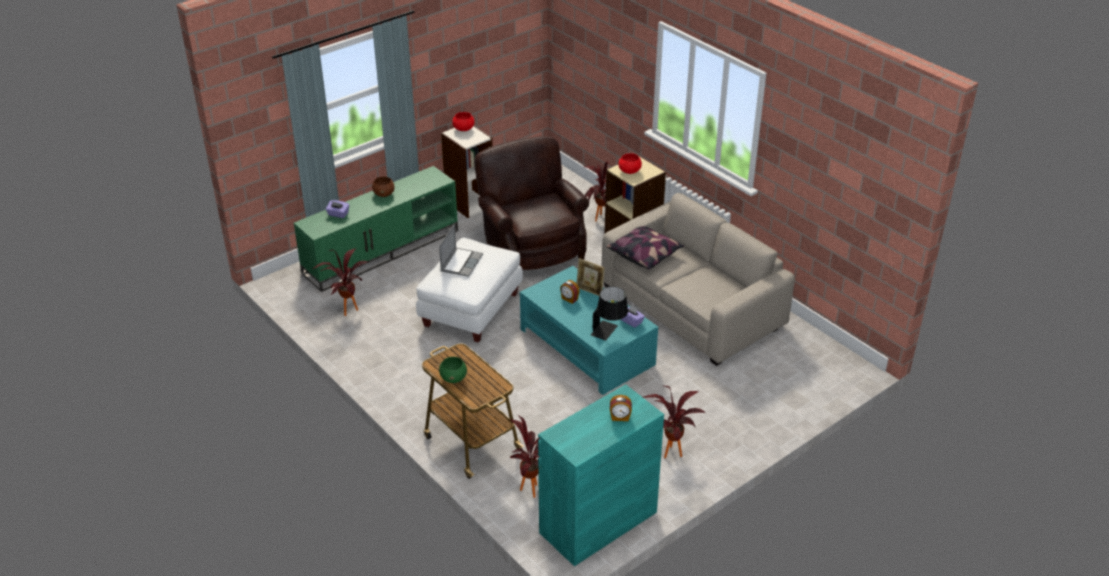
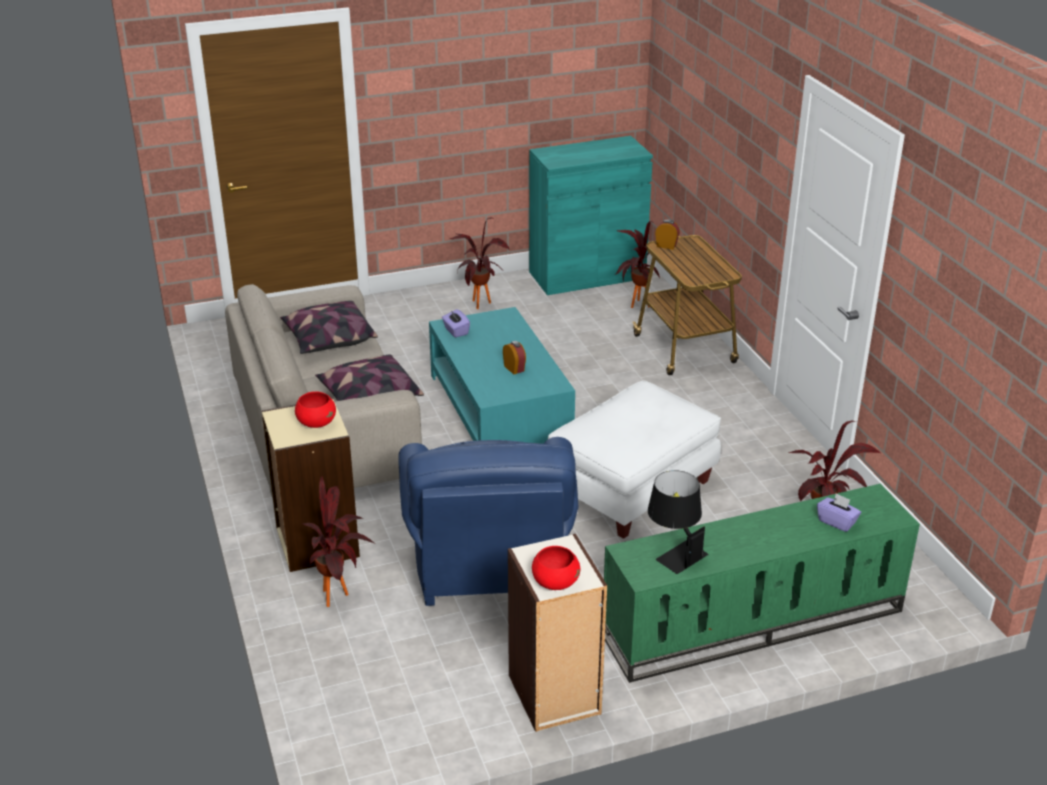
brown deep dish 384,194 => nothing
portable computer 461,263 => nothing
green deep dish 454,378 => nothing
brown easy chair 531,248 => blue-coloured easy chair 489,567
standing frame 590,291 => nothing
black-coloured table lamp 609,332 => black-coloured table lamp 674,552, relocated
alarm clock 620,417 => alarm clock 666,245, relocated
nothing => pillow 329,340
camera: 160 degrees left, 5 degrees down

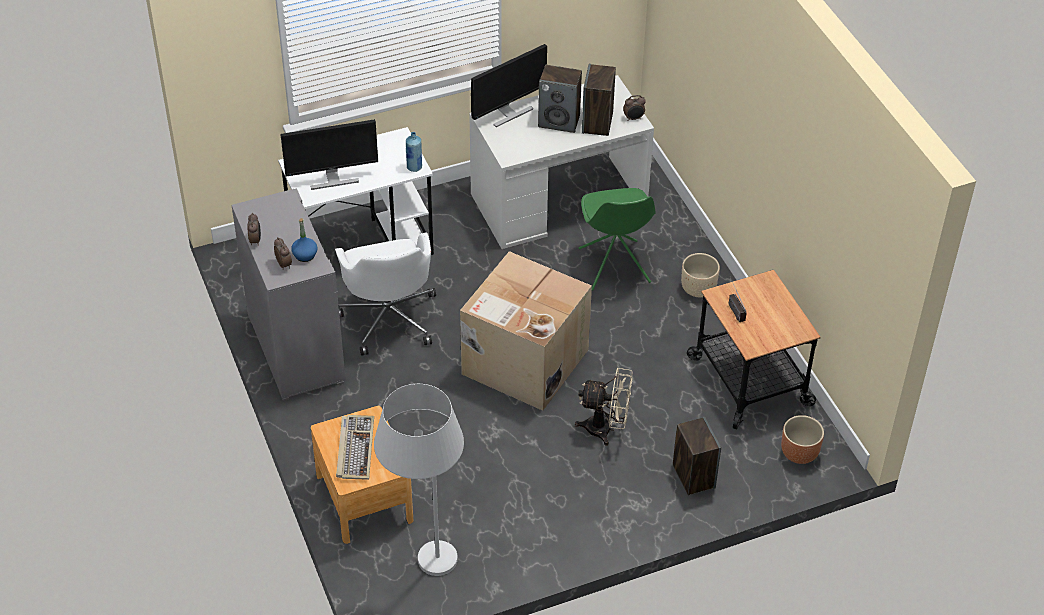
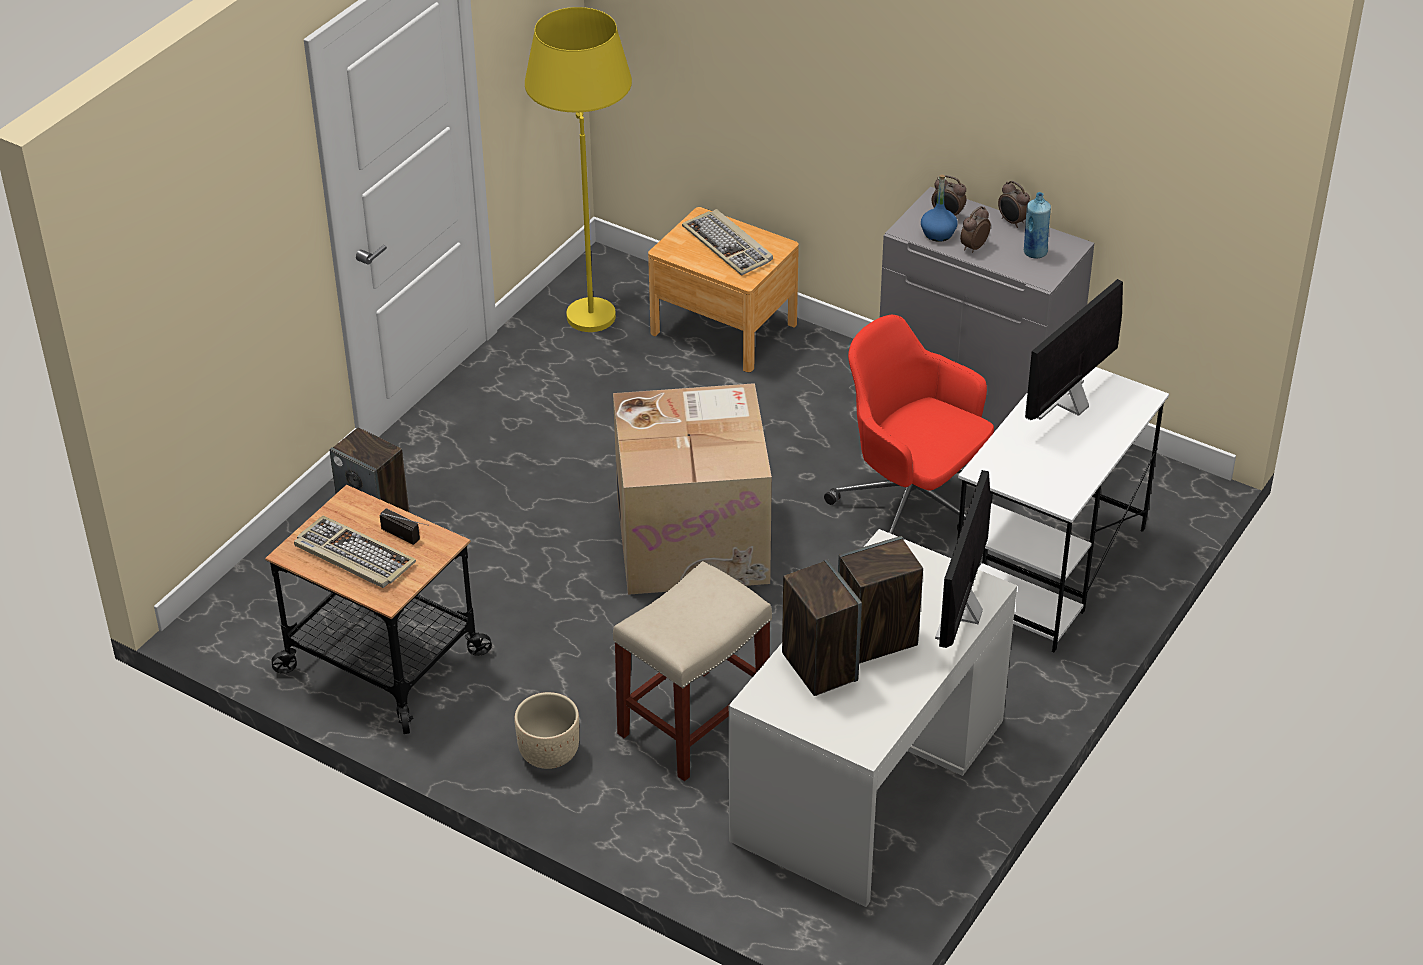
white office chair 389,317 => reddish office chair 911,505
white standard lamp 426,575 => yellow-coloured standard lamp 588,300
blue-coloured drink bottle 414,167 => blue-coloured drink bottle 1034,252, relocated
beige-coloured fan 605,429 => nothing
green chair 614,267 => beige-coloured sitting stool 694,722
alarm clock 633,118 => alarm clock 973,247, relocated
brown planter 799,452 => nothing
nothing => computer keyboard 352,556
camera: 145 degrees right, 5 degrees down

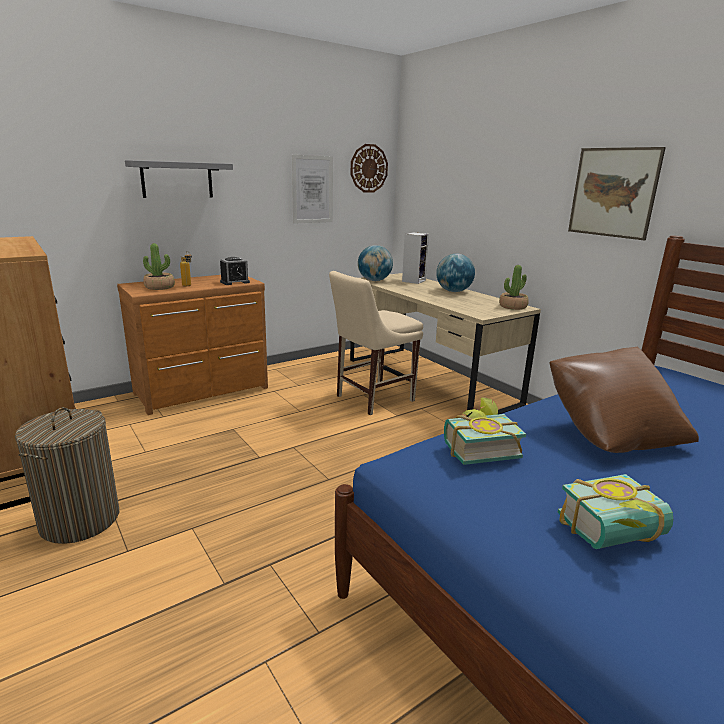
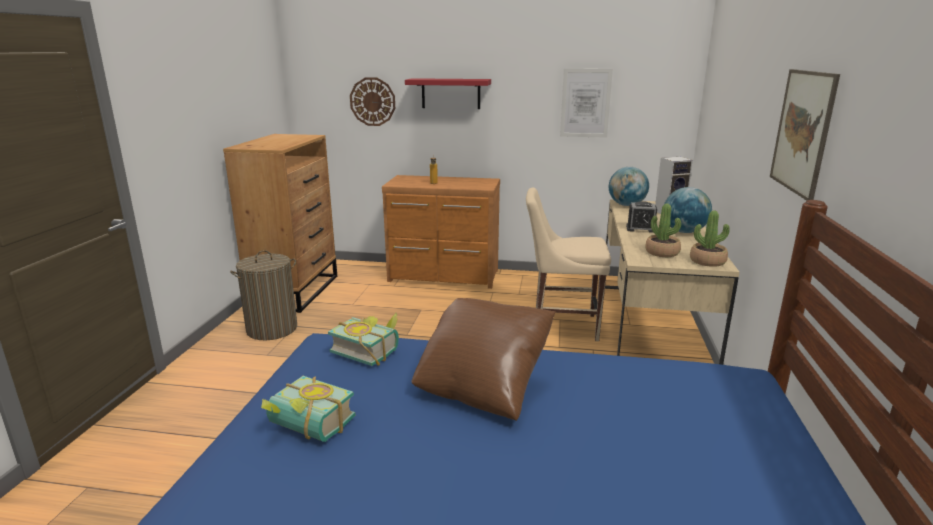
greyish wall shelf 177,180 => reddish wall shelf 451,93
potted plant 159,287 => potted plant 662,252, relocated
alarm clock 235,282 => alarm clock 640,229, relocated
clock on the wall 368,168 => clock on the wall 372,101, relocated
camera: 45 degrees right, 0 degrees up

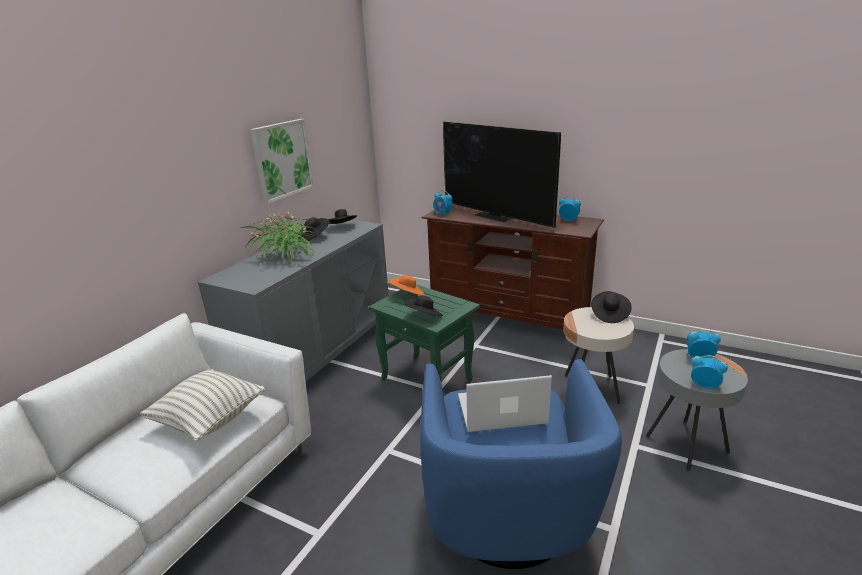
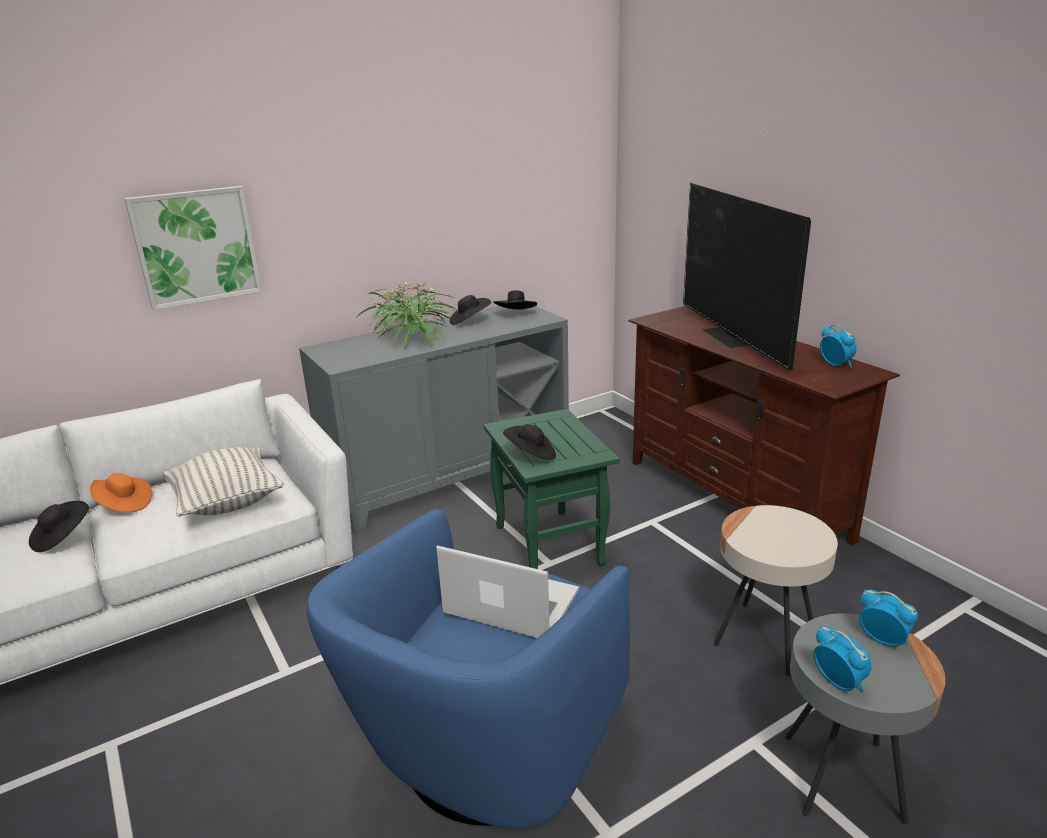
wall picture 282,160 => wall picture 196,247, relocated
orange wearable hat 408,295 => orange wearable hat 124,504, relocated
alarm clock 442,214 => nothing
black-coloured wearable hat 609,315 => black-coloured wearable hat 62,538, relocated
camera: 30 degrees right, 0 degrees up

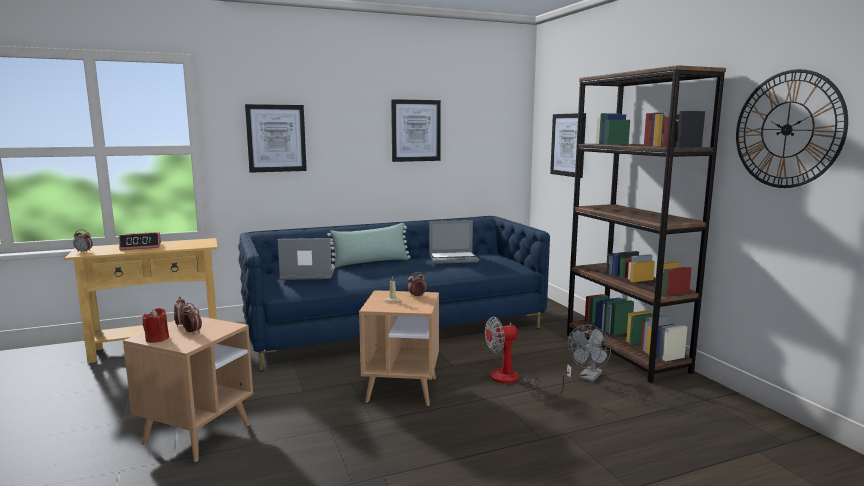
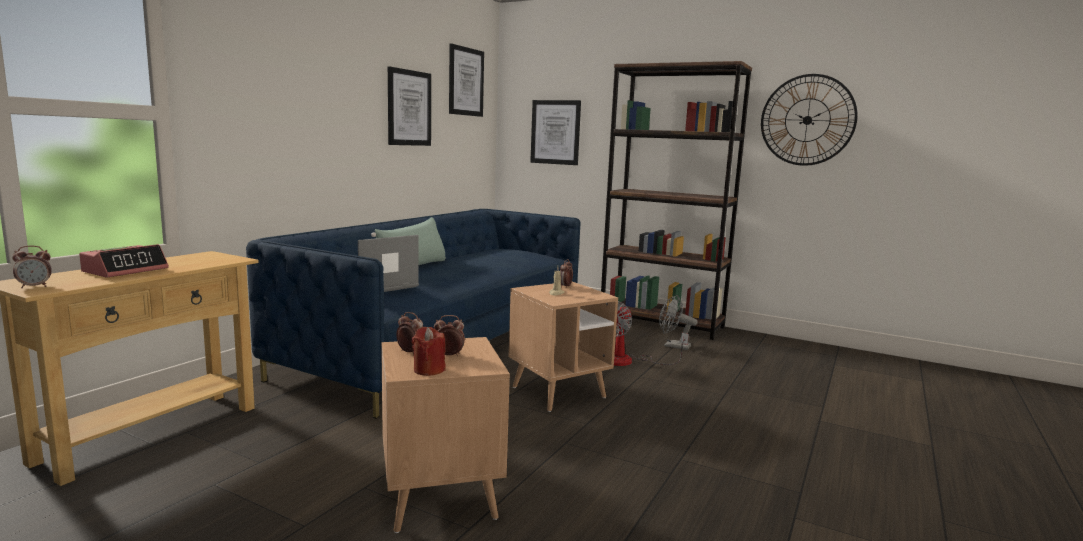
wall picture 276,138 => wall picture 465,81, relocated
portable computer 454,258 => nothing
greyish fan 589,377 => greyish fan 673,346, 120 degrees clockwise
camera: 40 degrees left, 0 degrees up

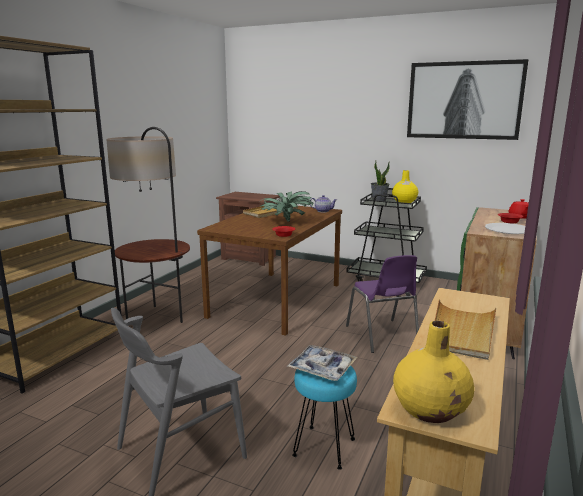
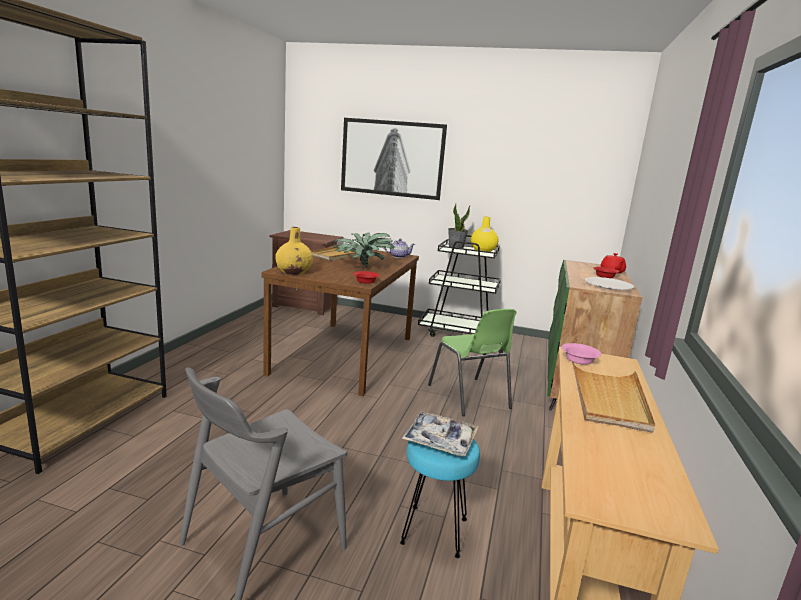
standard lamp 158,317 => nothing
purplish chair 382,336 => green chair 469,397
yellow-coloured flower vase 431,409 => yellow-coloured flower vase 294,272, relocated
wall picture 464,100 => wall picture 392,158, relocated
nothing => pinkish deep dish 579,360
camera: 10 degrees left, 0 degrees up

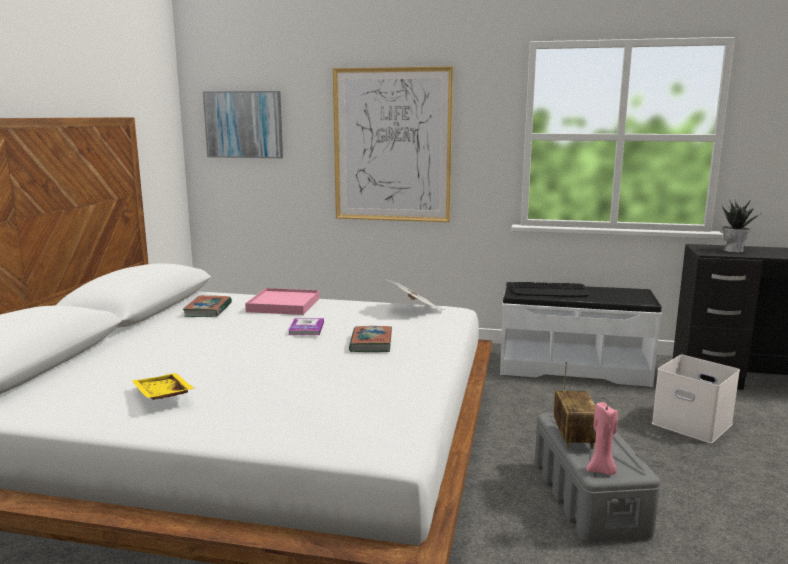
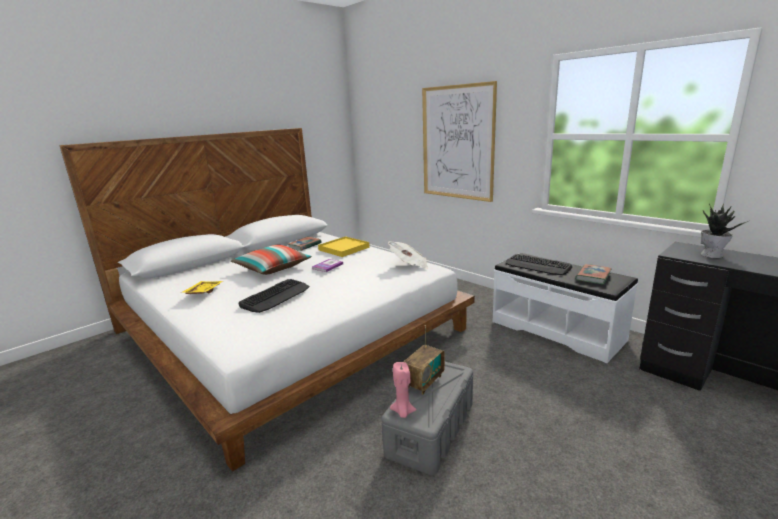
wall picture 244,124 => nothing
pinkish serving tray 283,305 => yellow-coloured serving tray 344,248
book 371,343 => book 593,276, relocated
white storage bin 693,423 => nothing
nothing => pillow 273,268
nothing => computer keyboard 276,296
camera: 35 degrees right, 5 degrees up

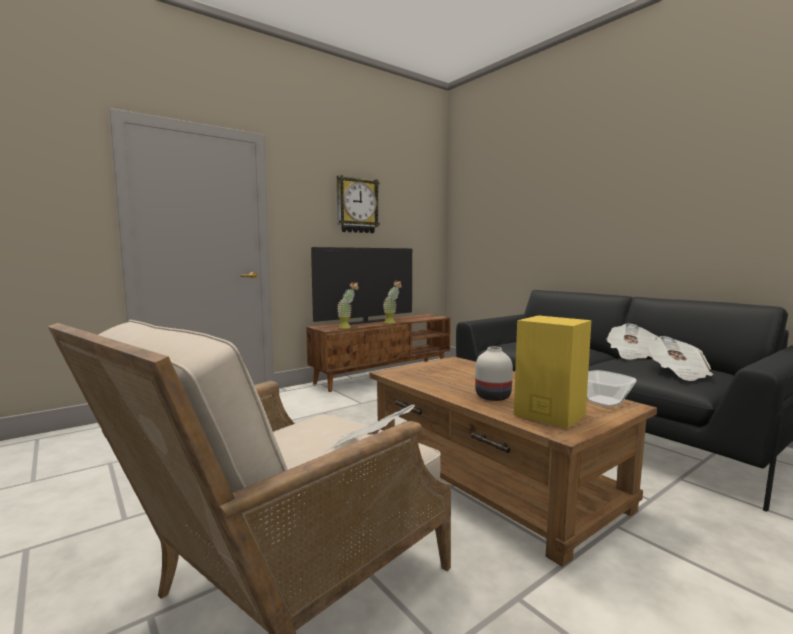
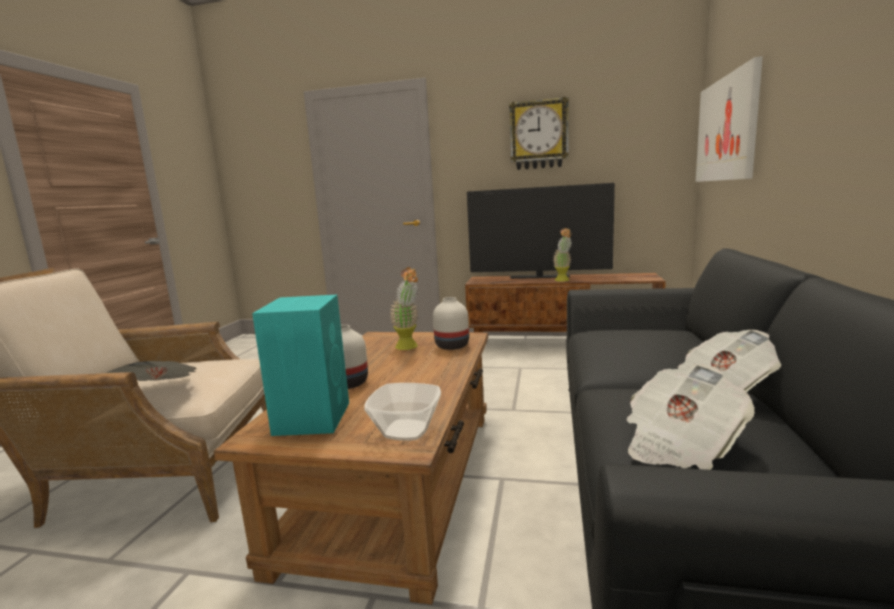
potted plant 348,327 => potted plant 409,348, relocated
yellow-coloured speaker 547,414 => turquoise-coloured speaker 313,417
nothing => white flower vase 451,346
nothing => wall picture 726,129
camera: 50 degrees right, 5 degrees up

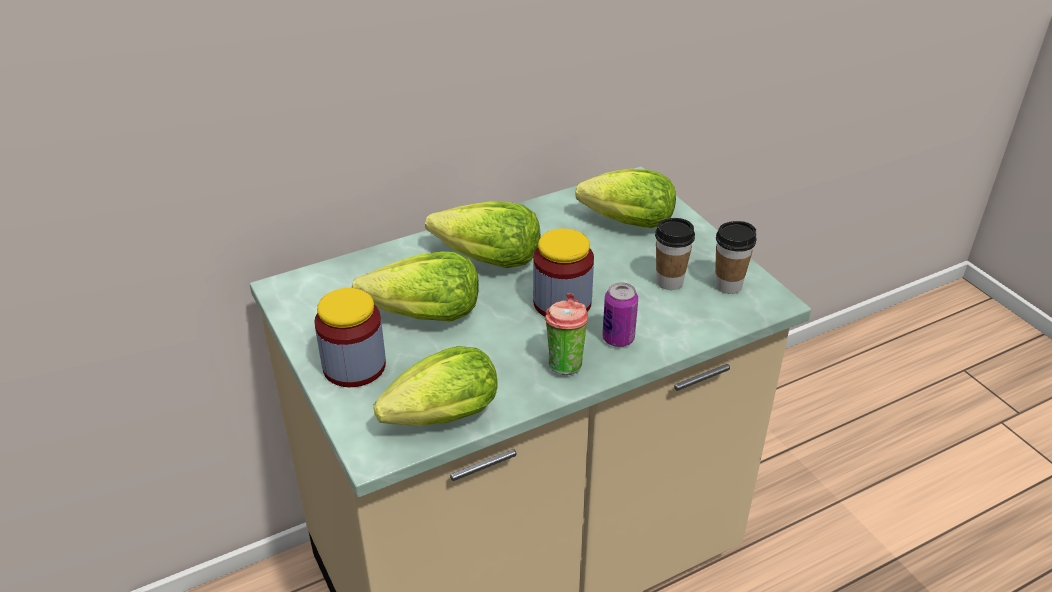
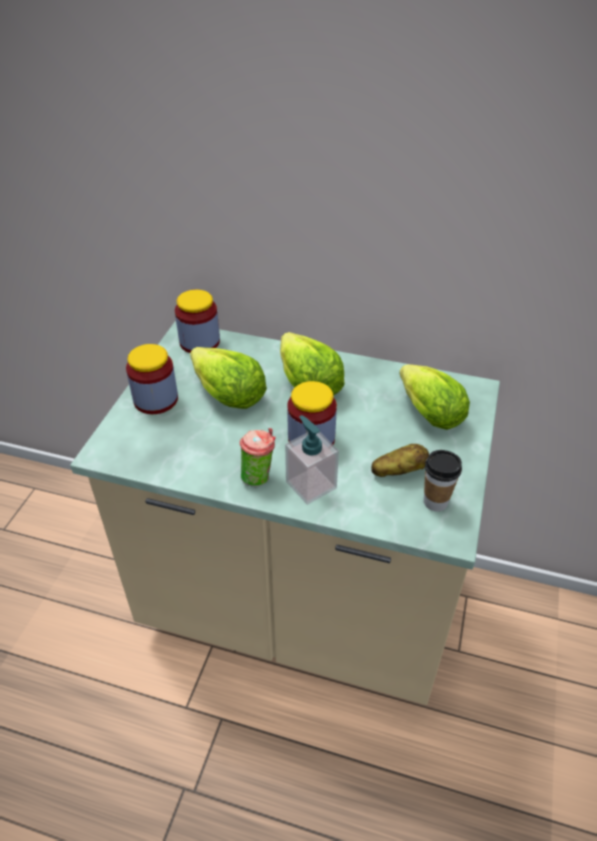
lettuce 437,420 => nothing
sealed can 618,338 => soap bottle 311,485
cup 669,282 => potato 398,471
nothing => preserve jar 199,342
camera: 45 degrees right, 5 degrees up

